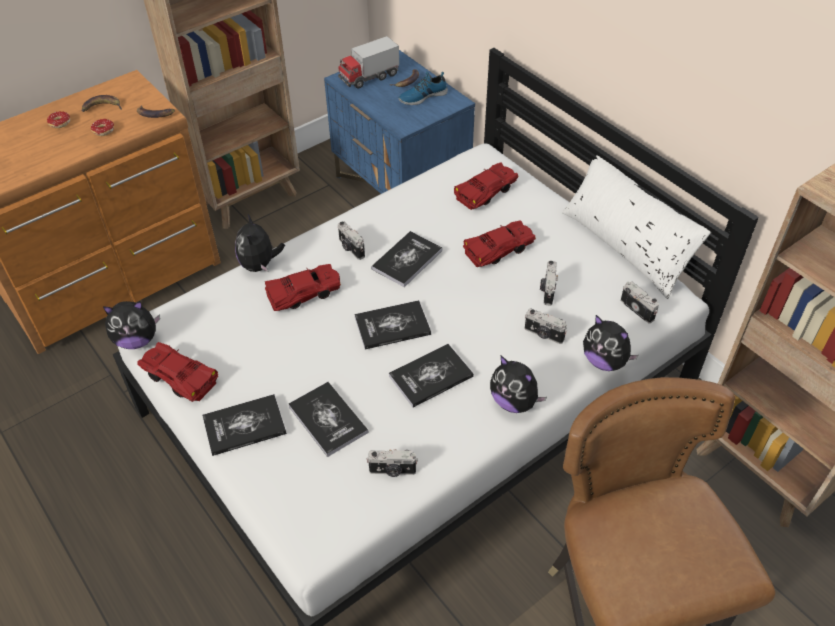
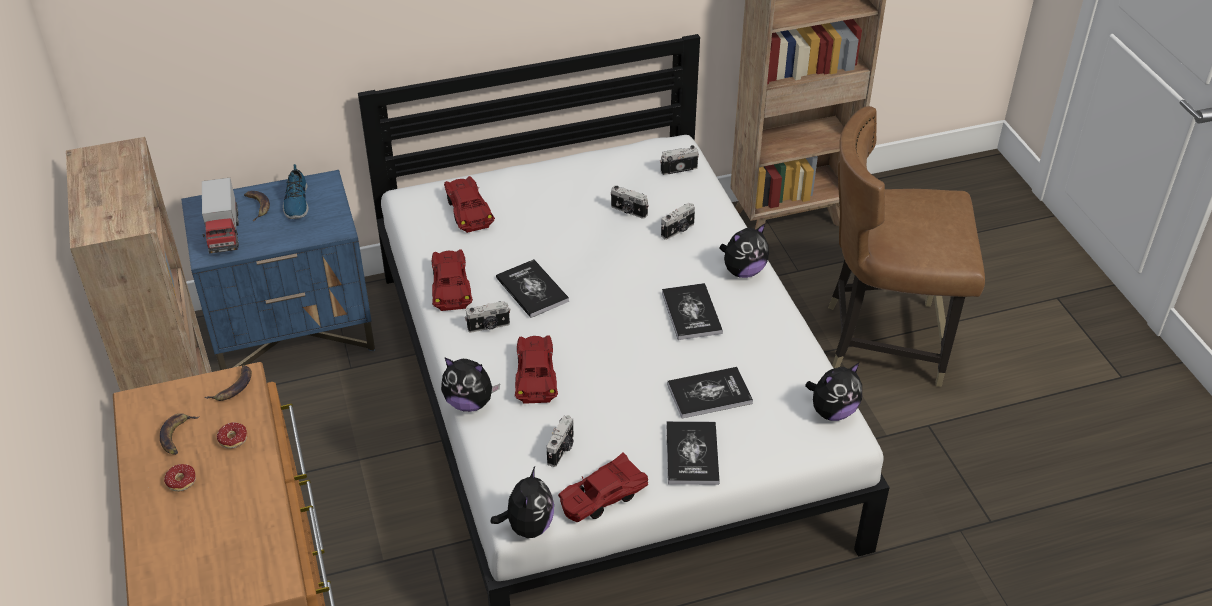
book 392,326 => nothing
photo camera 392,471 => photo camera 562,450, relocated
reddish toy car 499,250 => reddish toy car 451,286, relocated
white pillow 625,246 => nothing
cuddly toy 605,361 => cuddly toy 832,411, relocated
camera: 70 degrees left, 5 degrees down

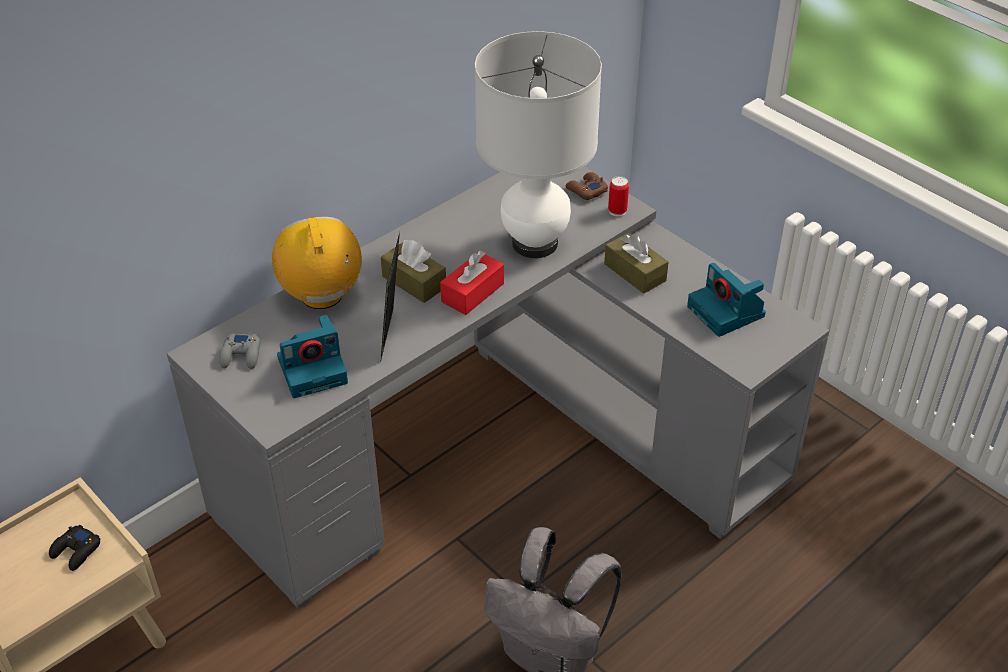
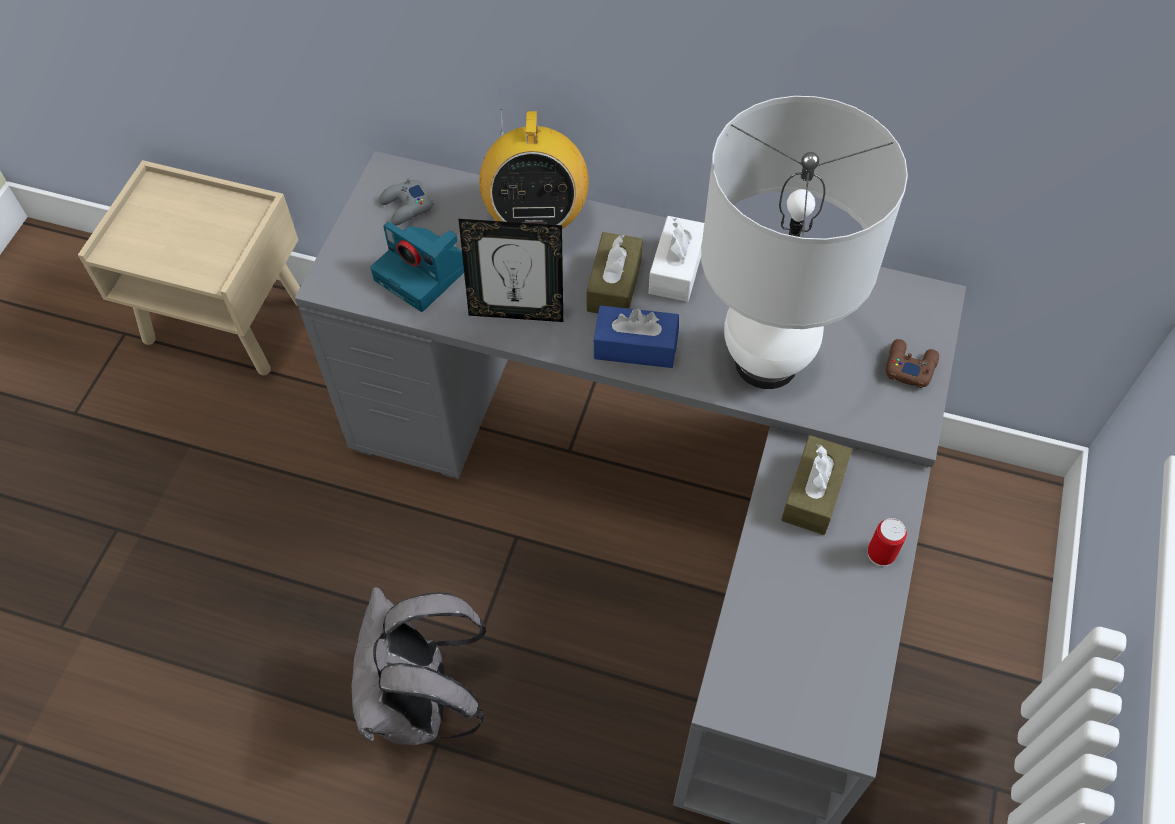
black-coloured gamepad 76,551 => nothing
radio 322,296 => radio 536,220, 135 degrees clockwise
standing frame 393,336 => standing frame 516,312, 150 degrees counterclockwise
reddish box of tissues 472,293 => blue-coloured box of tissues 635,346
sealed can 617,211 => sealed can 881,554, relocated
photo camera 727,312 => nothing
nothing => white box of tissues 676,269
camera: 60 degrees right, 15 degrees up

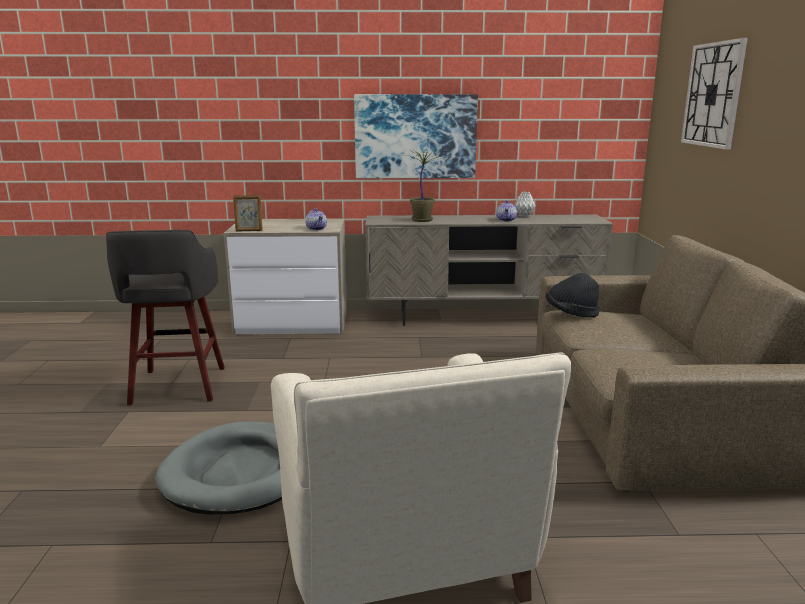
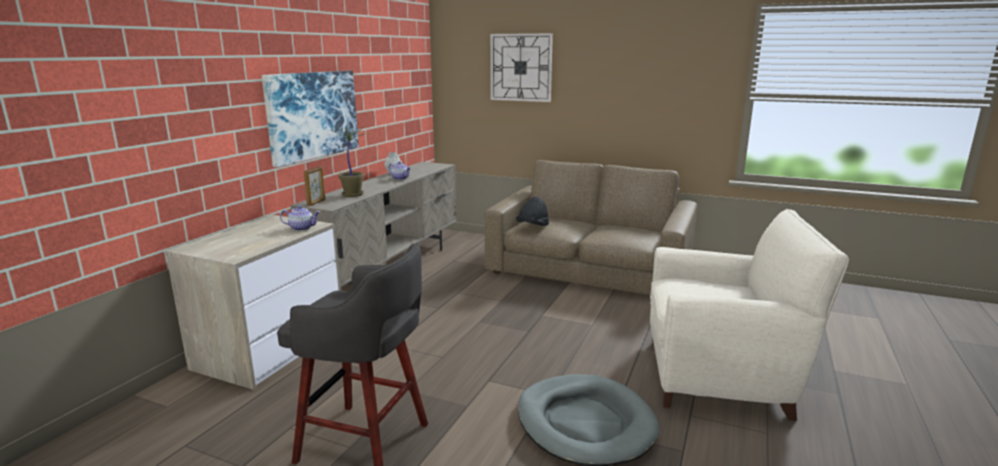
standing frame 249,231 => standing frame 316,202, relocated
camera: 65 degrees left, 0 degrees up

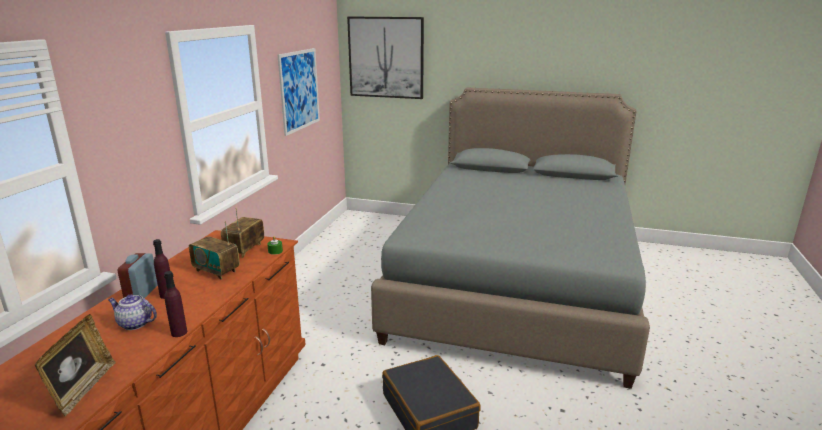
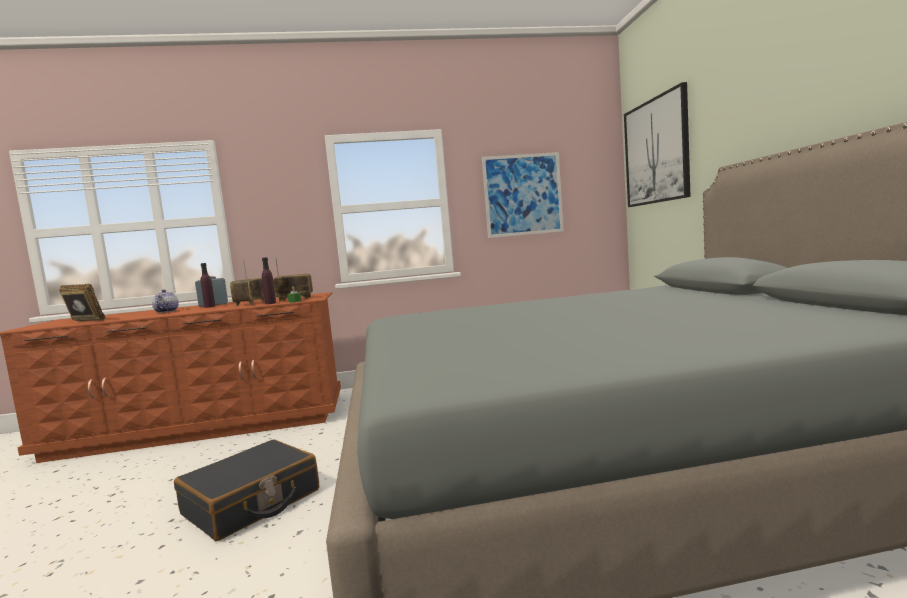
standing frame 82,389 => standing frame 84,321, 135 degrees counterclockwise
purplish drink bottle 179,332 => purplish drink bottle 270,303, relocated
camera: 65 degrees right, 15 degrees down

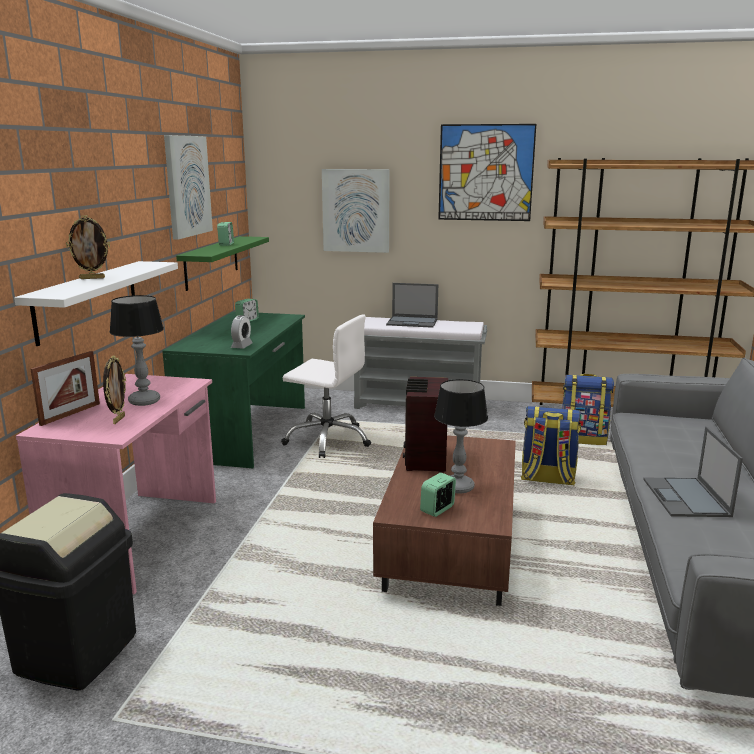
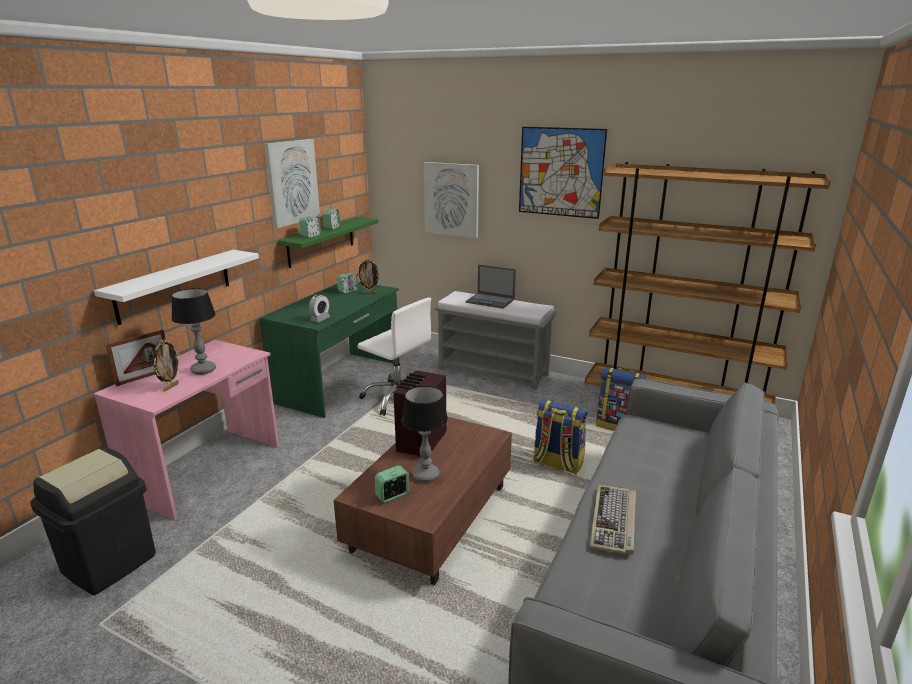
standing frame 92,278 => standing frame 369,292, relocated
portable computer 686,498 => computer keyboard 614,521
nothing => alarm clock 311,236
camera: 15 degrees right, 5 degrees up

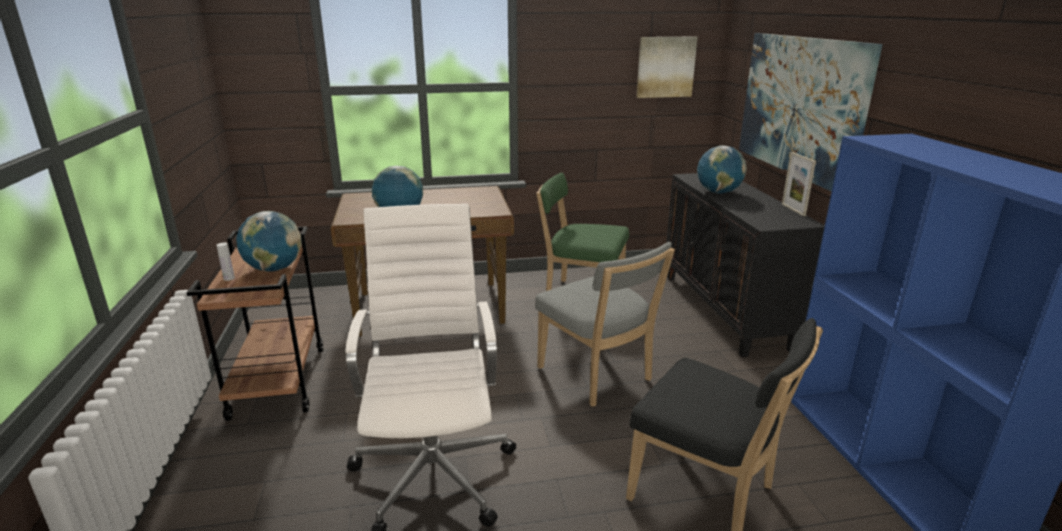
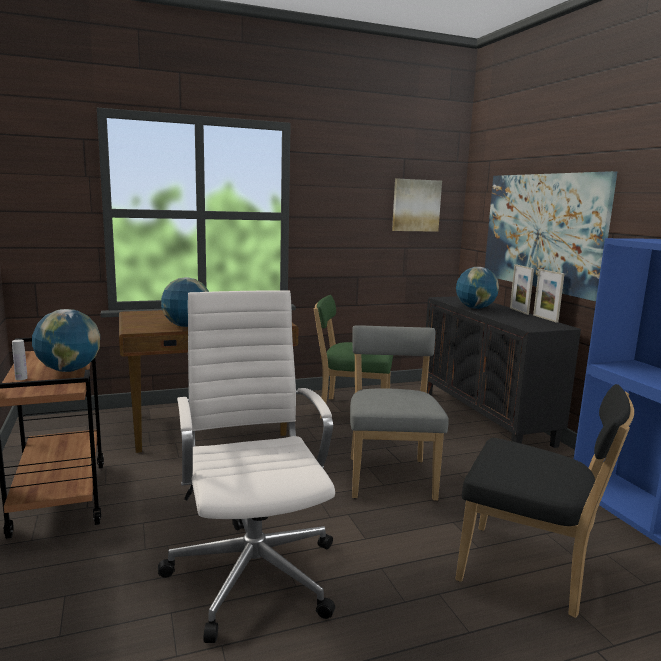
greyish chair 597,376 => greyish chair 390,476, 135 degrees counterclockwise
nothing => standing frame 519,311
camera: 10 degrees left, 10 degrees down

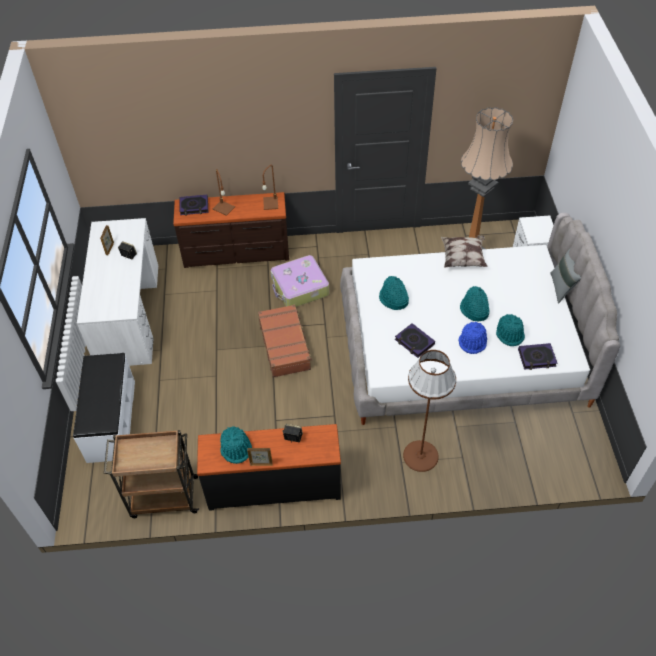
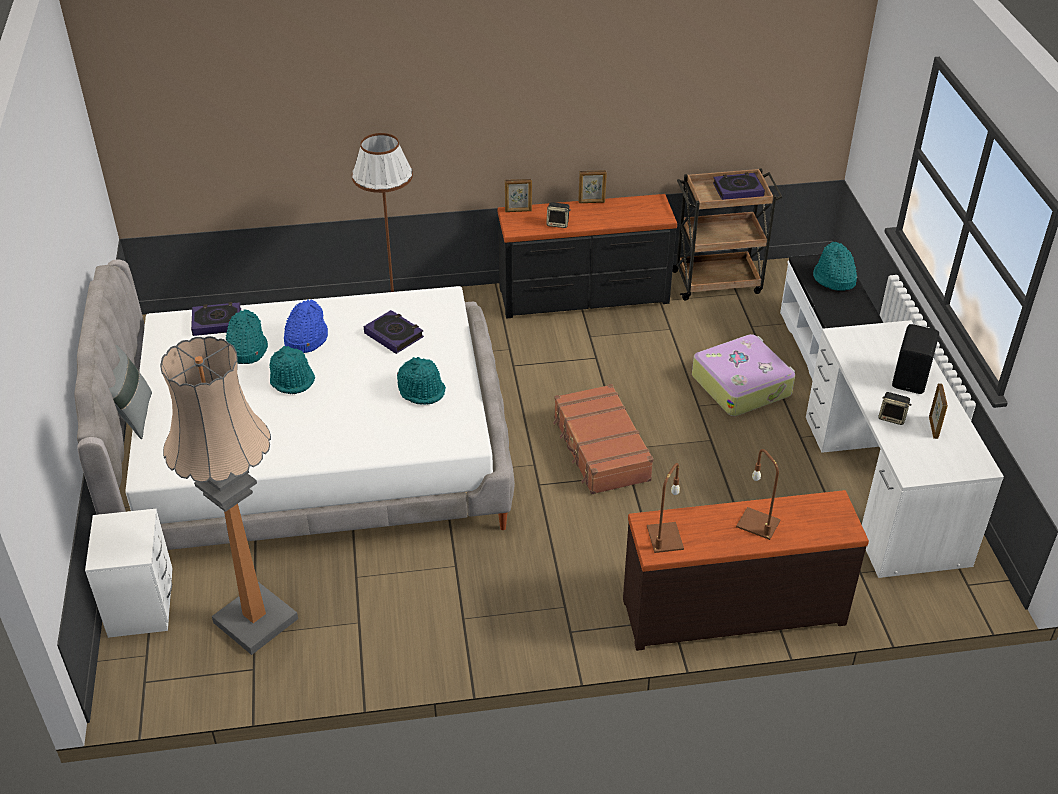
book 194,207 => book 738,190, relocated
turquoise-coloured wearable hat 236,448 => turquoise-coloured wearable hat 833,279, relocated
suitcase 299,288 => suitcase 741,384, relocated
pillow 463,258 => nothing
nothing => standing frame 518,211
nothing => black-coloured speaker 912,378
camera: 175 degrees right, 10 degrees down

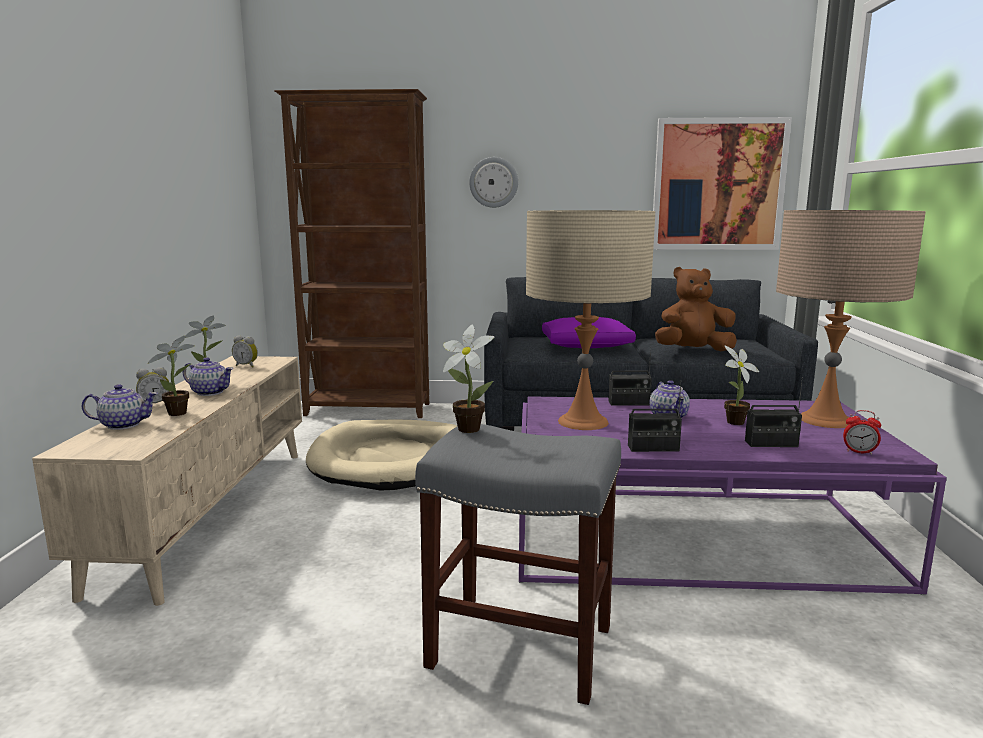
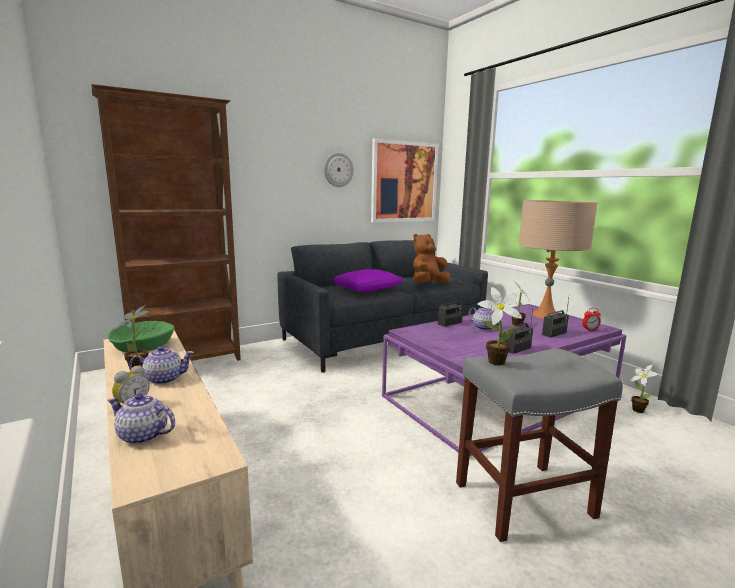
pot for tea 123,425 => pot for tea 143,436, 120 degrees counterclockwise
potted plant 181,412 => potted plant 637,409, relocated
alarm clock 247,366 => green deep dish 144,346
beige-coloured pet bed 391,460 => nothing
clock on the wall 493,182 => clock on the wall 338,169, relocated
beige-coloured table lamp 583,422 => nothing
camera: 35 degrees left, 0 degrees up

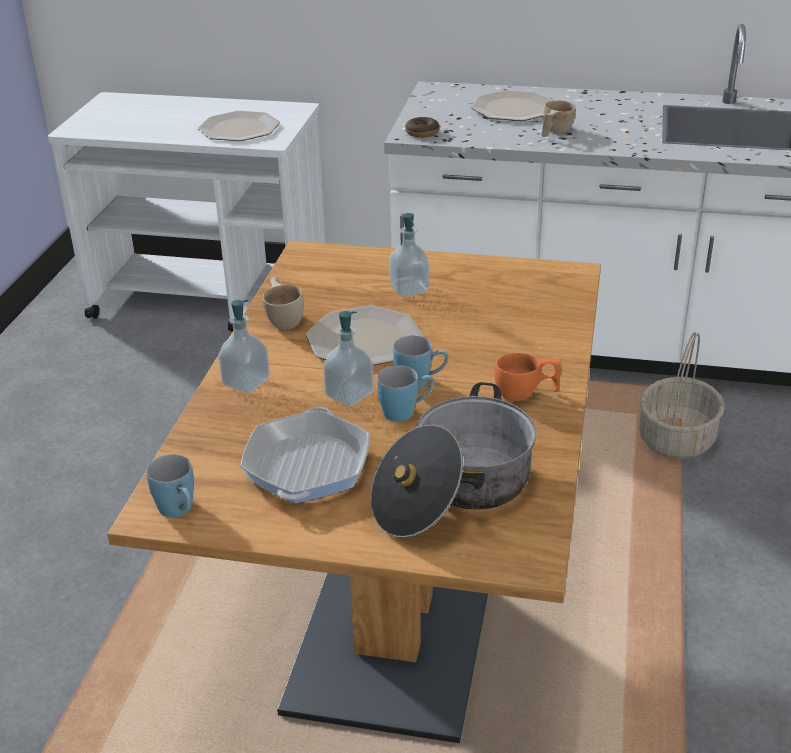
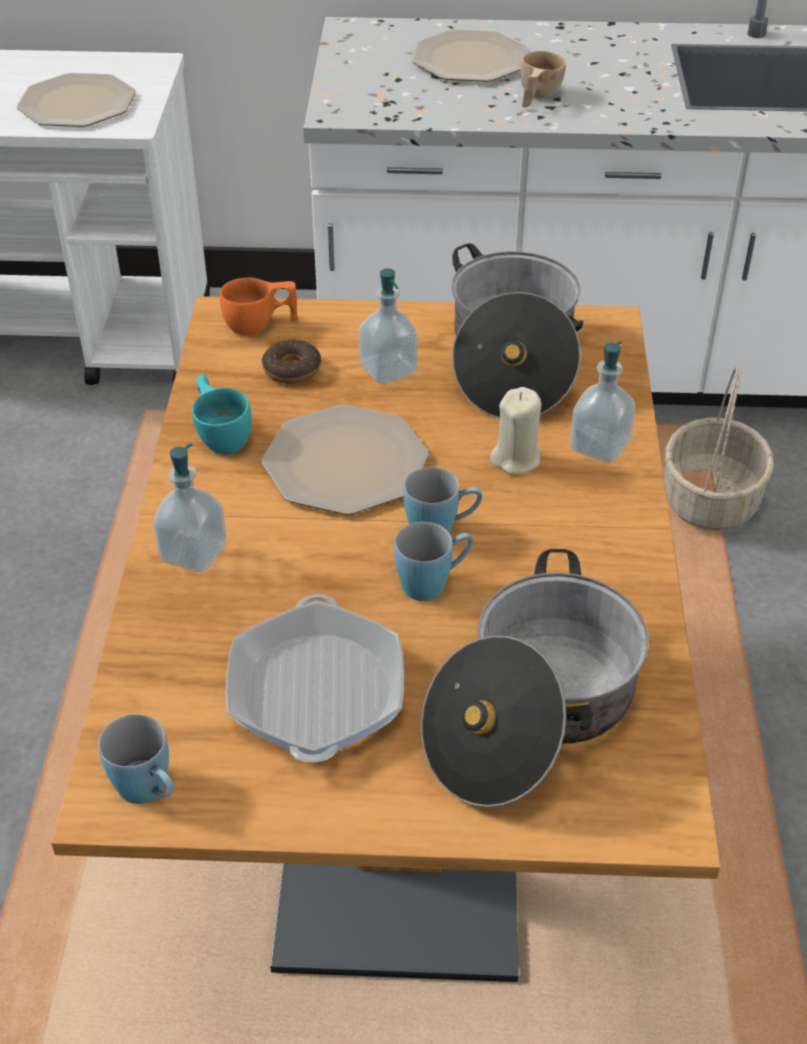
beige-coloured cup 284,318 => turquoise-coloured cup 222,434
soap bottle 349,395 => soap bottle 599,446, relocated
donut 422,133 => donut 292,369, relocated
orange cup 526,393 => orange cup 260,325, relocated
nothing => saucepot 511,359
nothing => beige-coloured wax candle 516,458
camera: 10 degrees left, 10 degrees up

